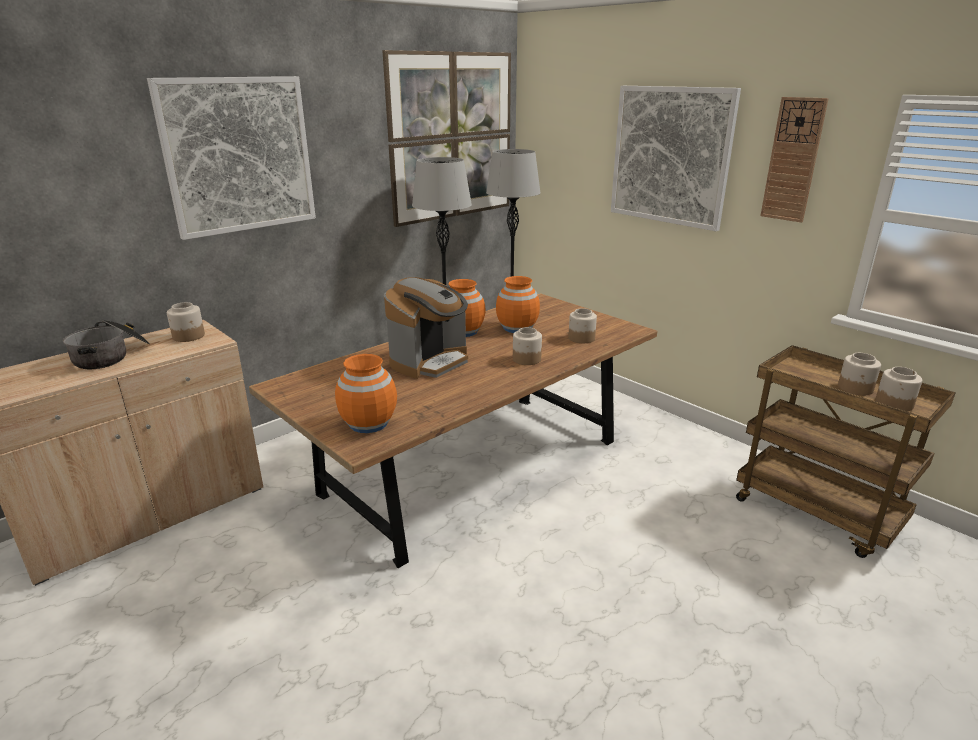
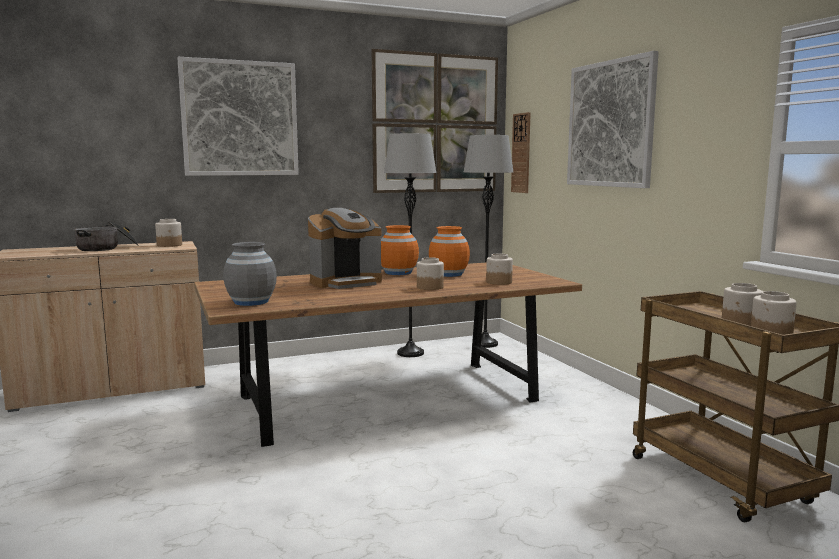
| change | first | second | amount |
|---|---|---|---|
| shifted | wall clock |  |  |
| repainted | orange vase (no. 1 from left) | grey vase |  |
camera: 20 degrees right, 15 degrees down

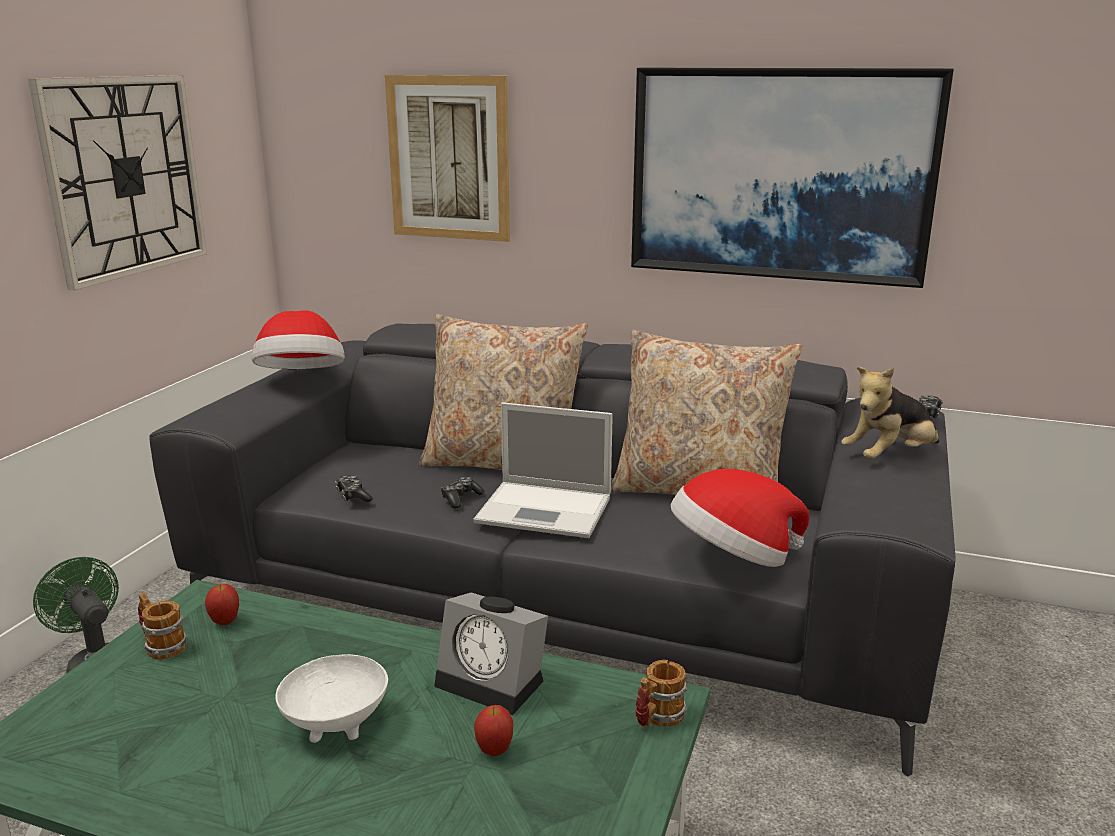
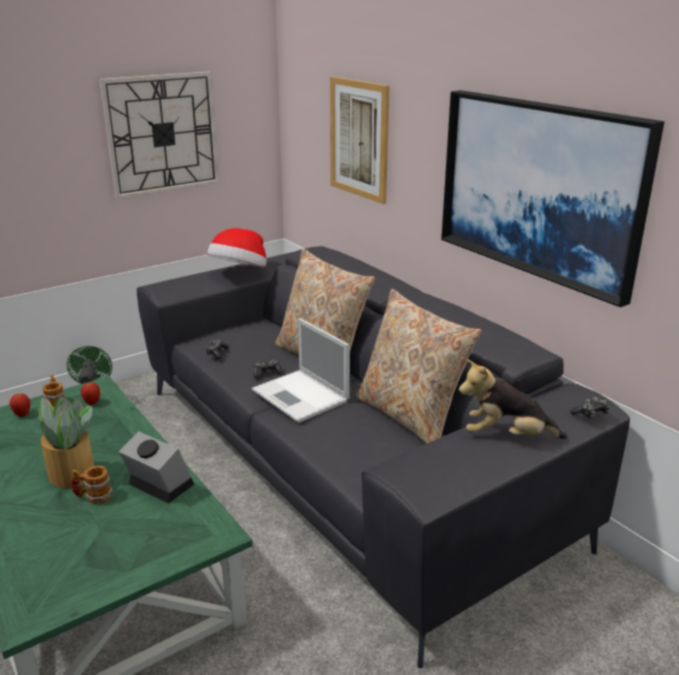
| change | first | second | amount |
|---|---|---|---|
| gone | hat (no. 2 from left) |  |  |
| rotated | alarm clock |  | 150 degrees clockwise |
| swapped | white bowl | potted plant |  |
| shifted | mug (no. 2 from left) |  |  |
| shifted | apple (no. 2 from left in the first image) | apple (no. 1 from left) |  |
camera: 35 degrees right, 5 degrees up

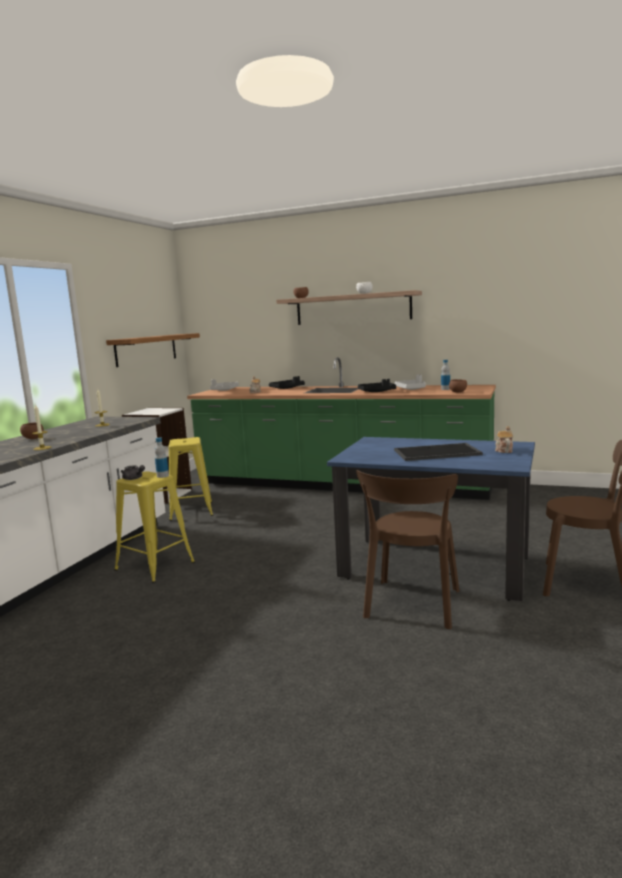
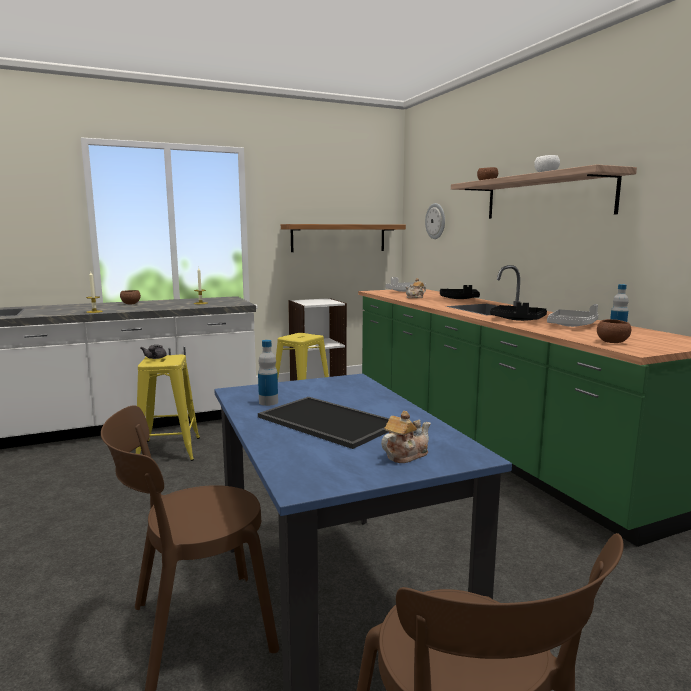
| change | first | second | amount |
|---|---|---|---|
| shifted | bottle (no. 1 from left) |  |  |
| new |  | wall clock |  |
camera: 45 degrees right, 0 degrees up

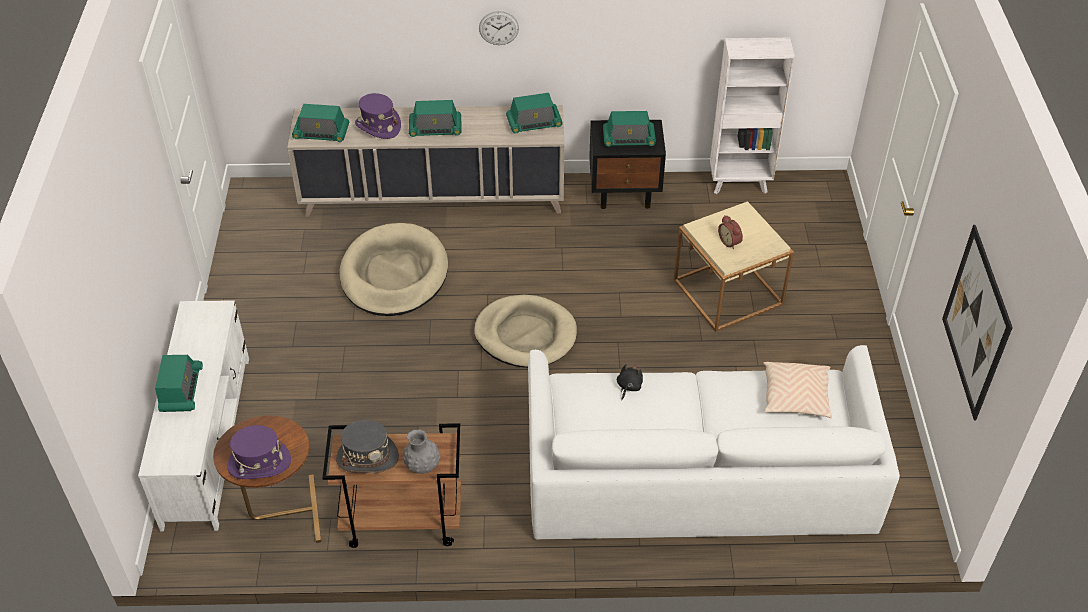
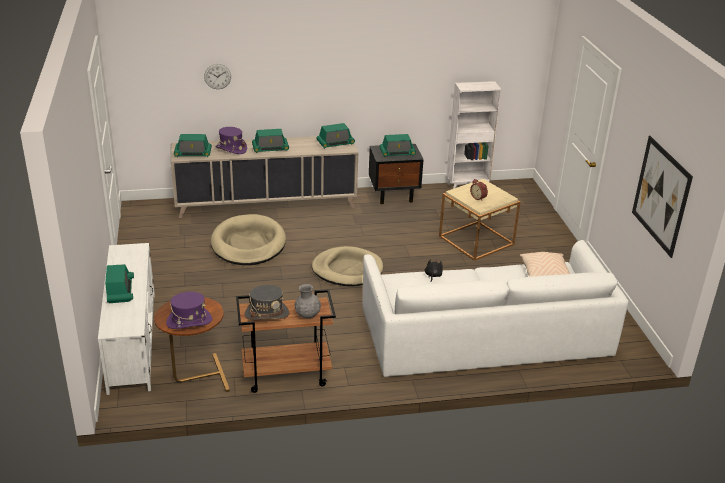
| change | first | second | amount |
|---|---|---|---|
| shifted | wall clock |  |  |
camera: 10 degrees left, 15 degrees down

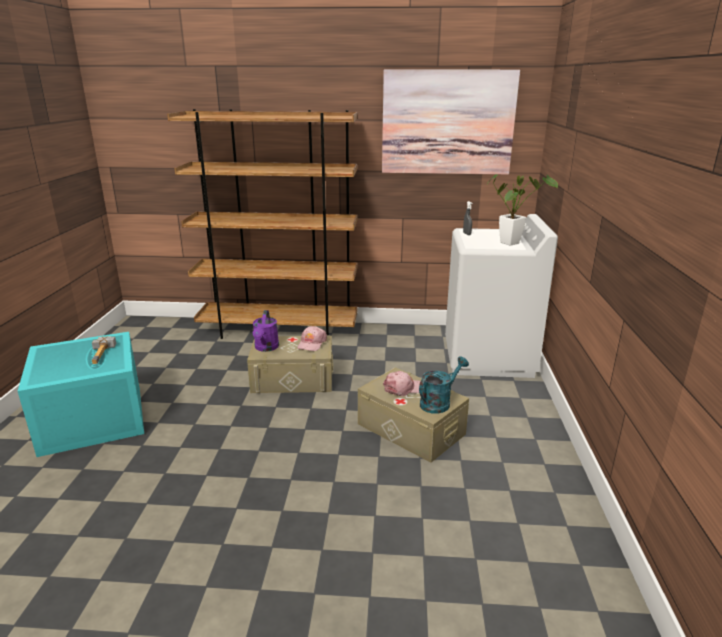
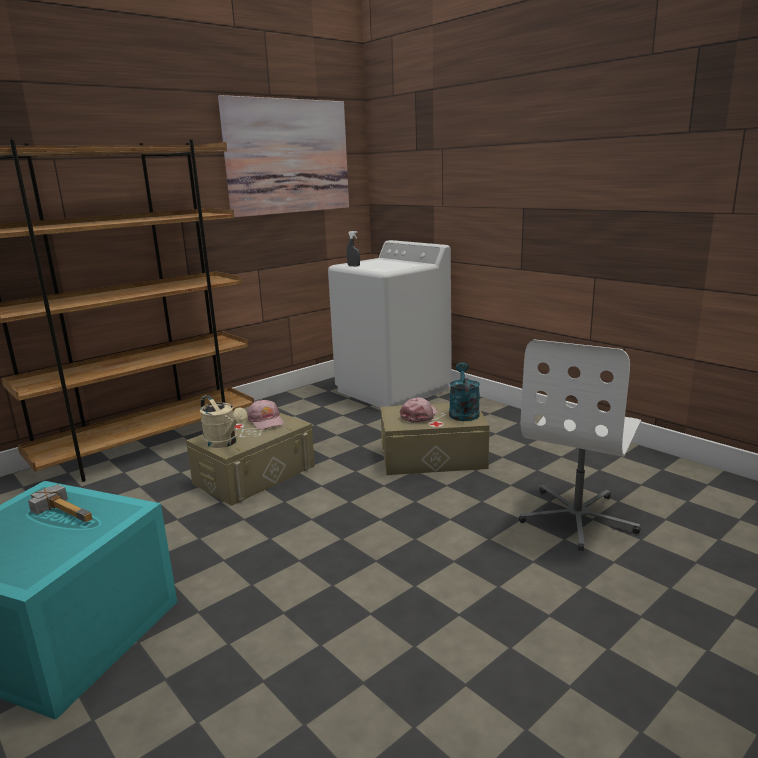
| change | first | second | amount |
|---|---|---|---|
| gone | potted plant |  |  |
| repainted | purple watering can | beige watering can |  |
| new |  | white office chair |  |
camera: 45 degrees left, 5 degrees down

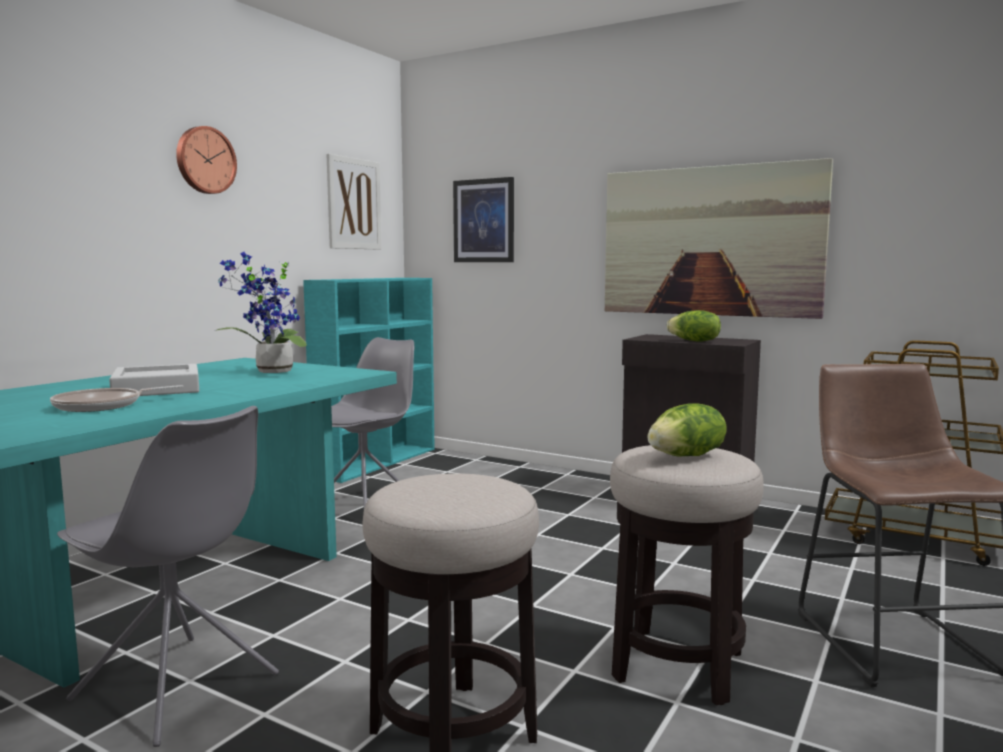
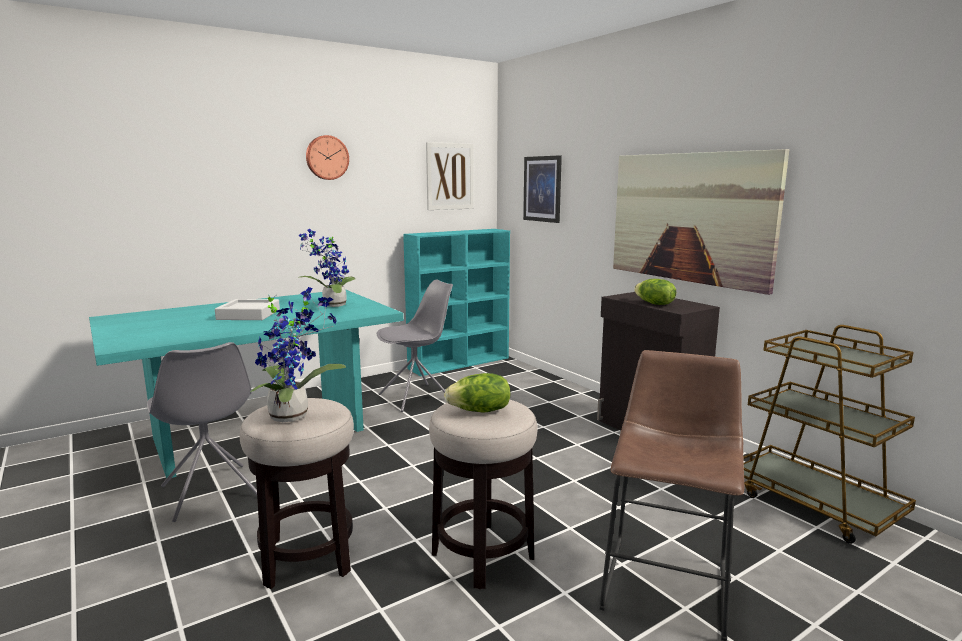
| change | first | second | amount |
|---|---|---|---|
| gone | frying pan |  |  |
| new |  | potted plant (no. 1 from left) |  |
camera: 25 degrees right, 5 degrees up

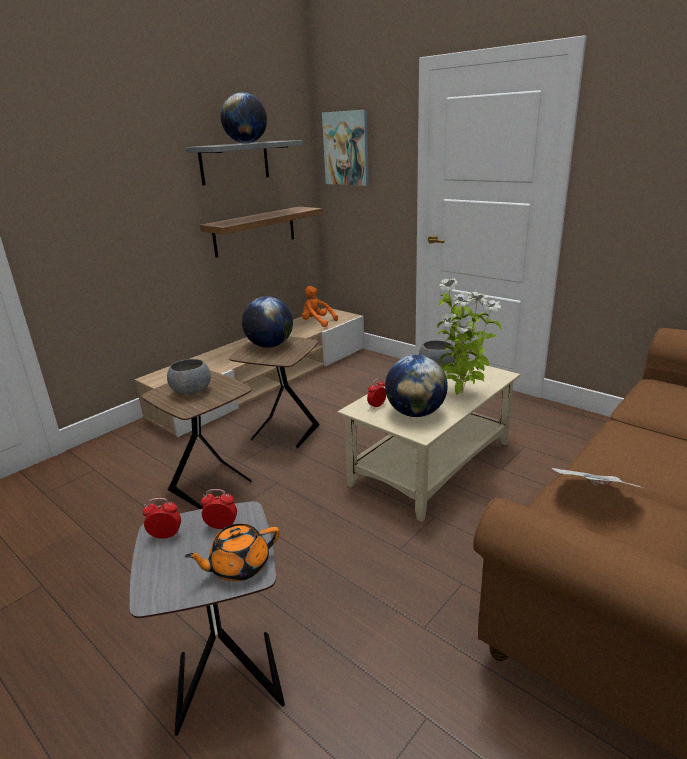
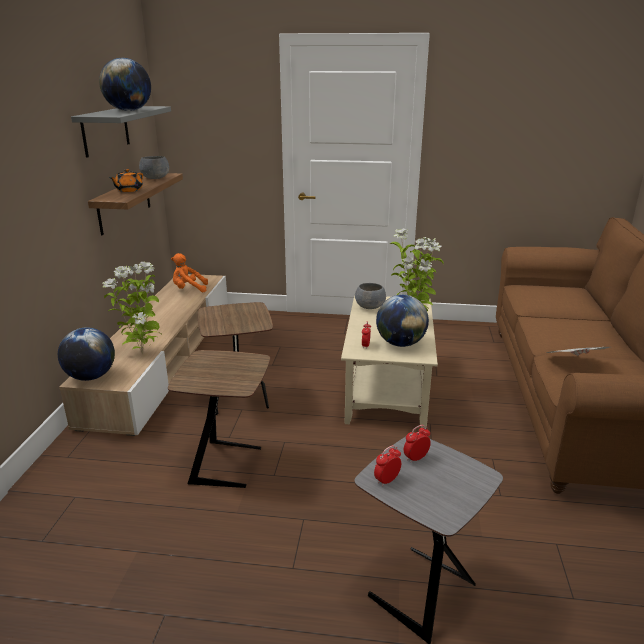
| change | first | second | amount |
|---|---|---|---|
| gone | picture |  |  |
| shifted | globe (no. 2 from left in the first image) | globe (no. 1 from left) |  |
| shifted | grey bowl (no. 1 from left) |  |  |
| shifted | orange teapot |  |  |
| new |  | potted plant (no. 1 from left) |  |
camera: 35 degrees left, 0 degrees up

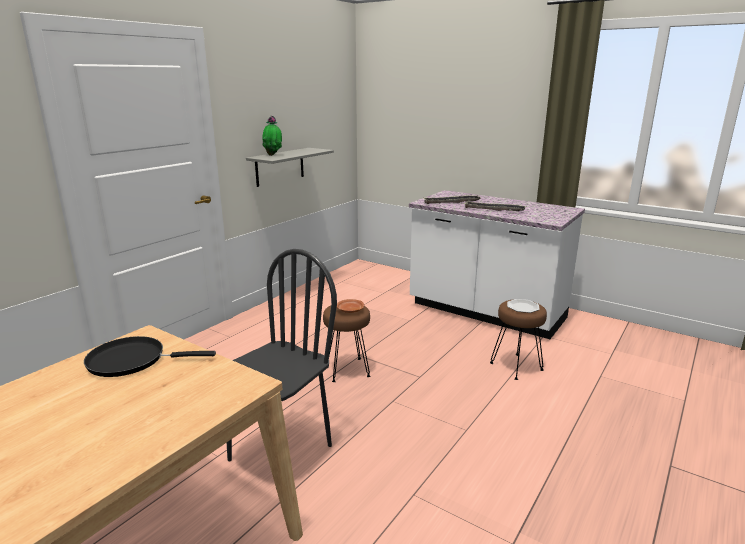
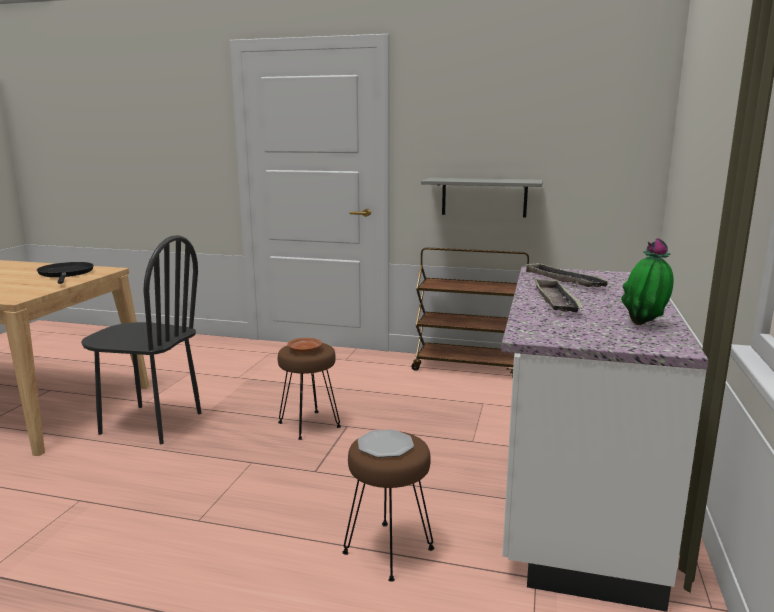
| change | first | second | amount |
|---|---|---|---|
| shifted | potted plant |  |  |
| new |  | brown cart |  |
camera: 70 degrees right, 5 degrees down

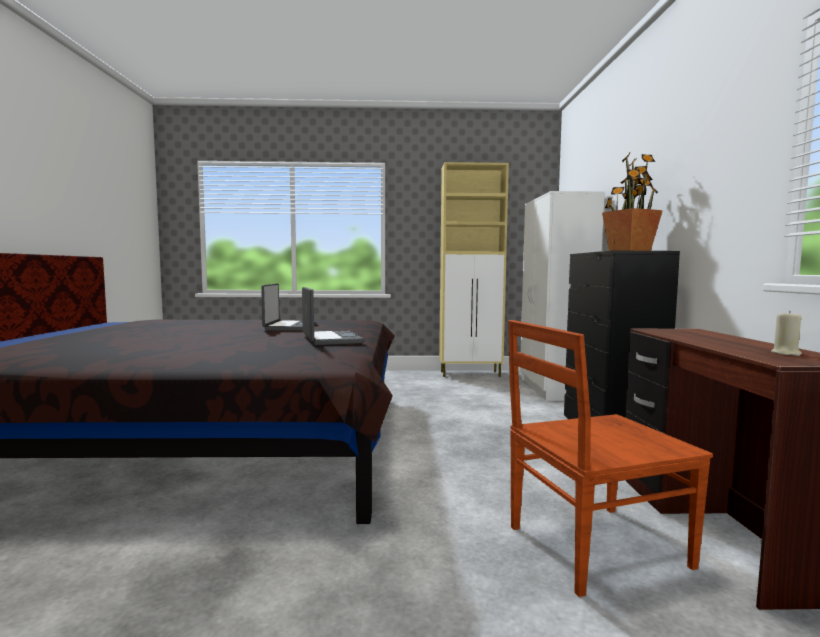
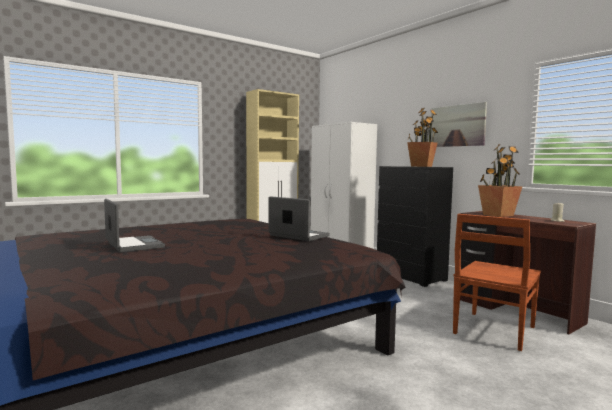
| change | first | second | amount |
|---|---|---|---|
| shifted | laptop (no. 1 from left) |  |  |
| new |  | picture |  |
| new |  | potted plant (no. 2 from left) |  |
camera: 35 degrees left, 0 degrees up

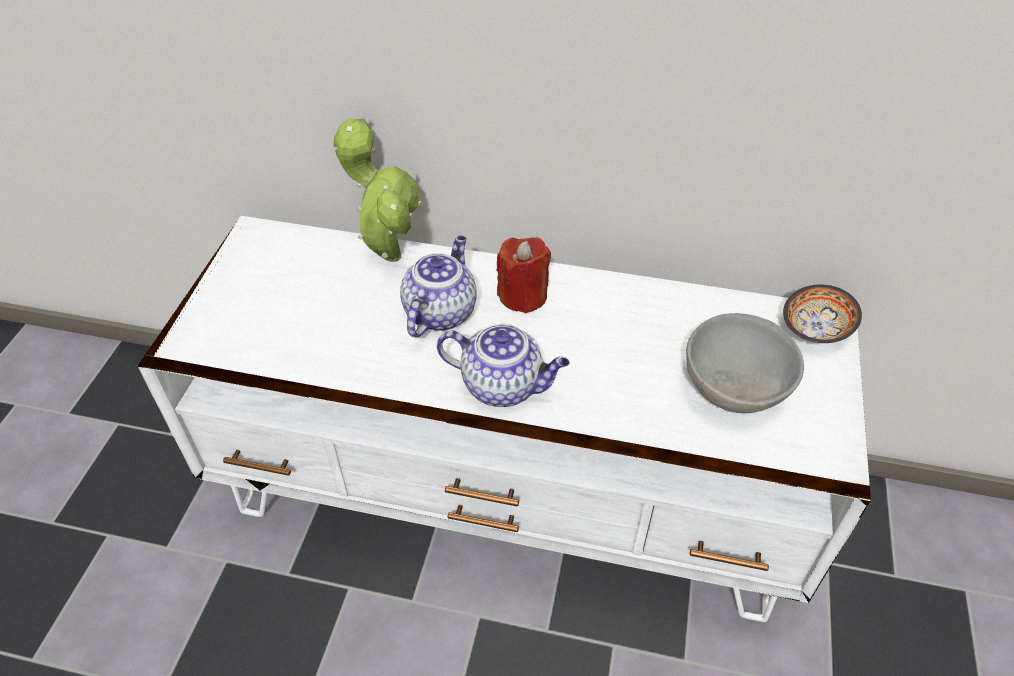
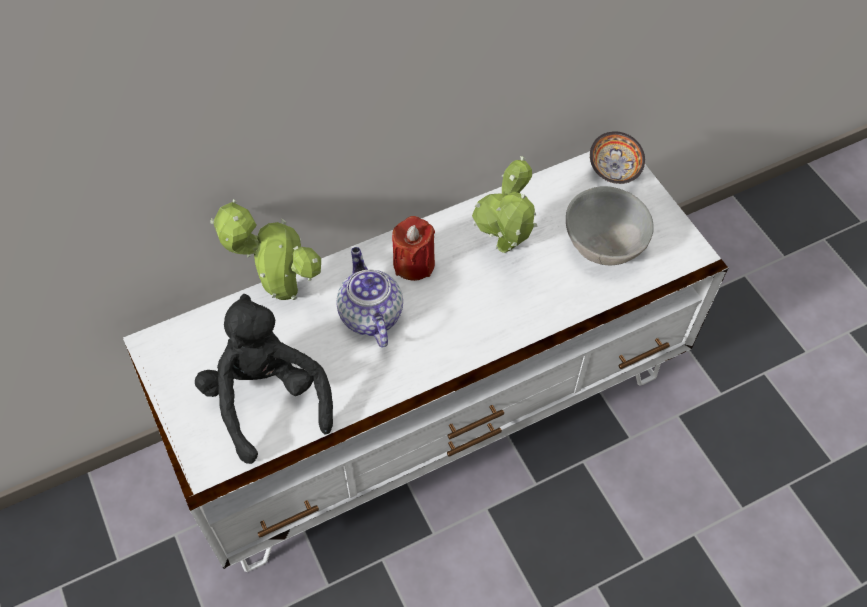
| change | first | second | amount |
|---|---|---|---|
| gone | teapot (no. 2 from left) |  |  |
| new |  | potted plant (no. 2 from left) |  |
| new |  | black plush toy |  |
camera: 40 degrees left, 10 degrees up

